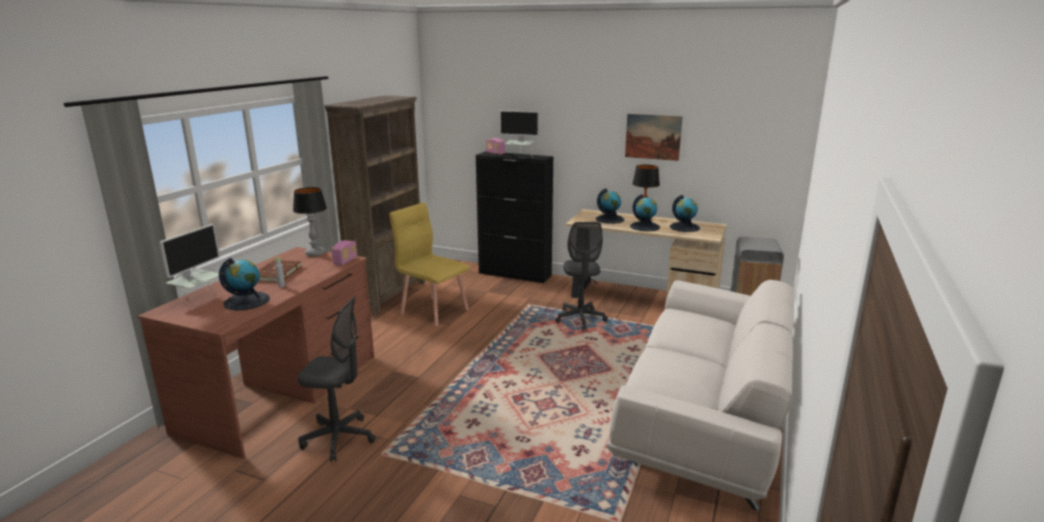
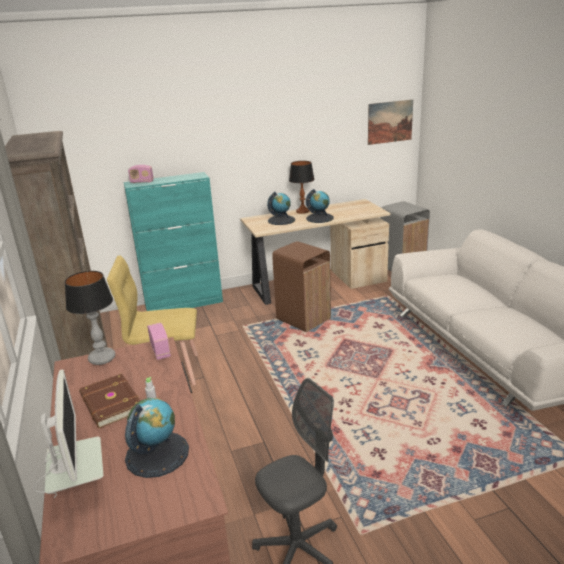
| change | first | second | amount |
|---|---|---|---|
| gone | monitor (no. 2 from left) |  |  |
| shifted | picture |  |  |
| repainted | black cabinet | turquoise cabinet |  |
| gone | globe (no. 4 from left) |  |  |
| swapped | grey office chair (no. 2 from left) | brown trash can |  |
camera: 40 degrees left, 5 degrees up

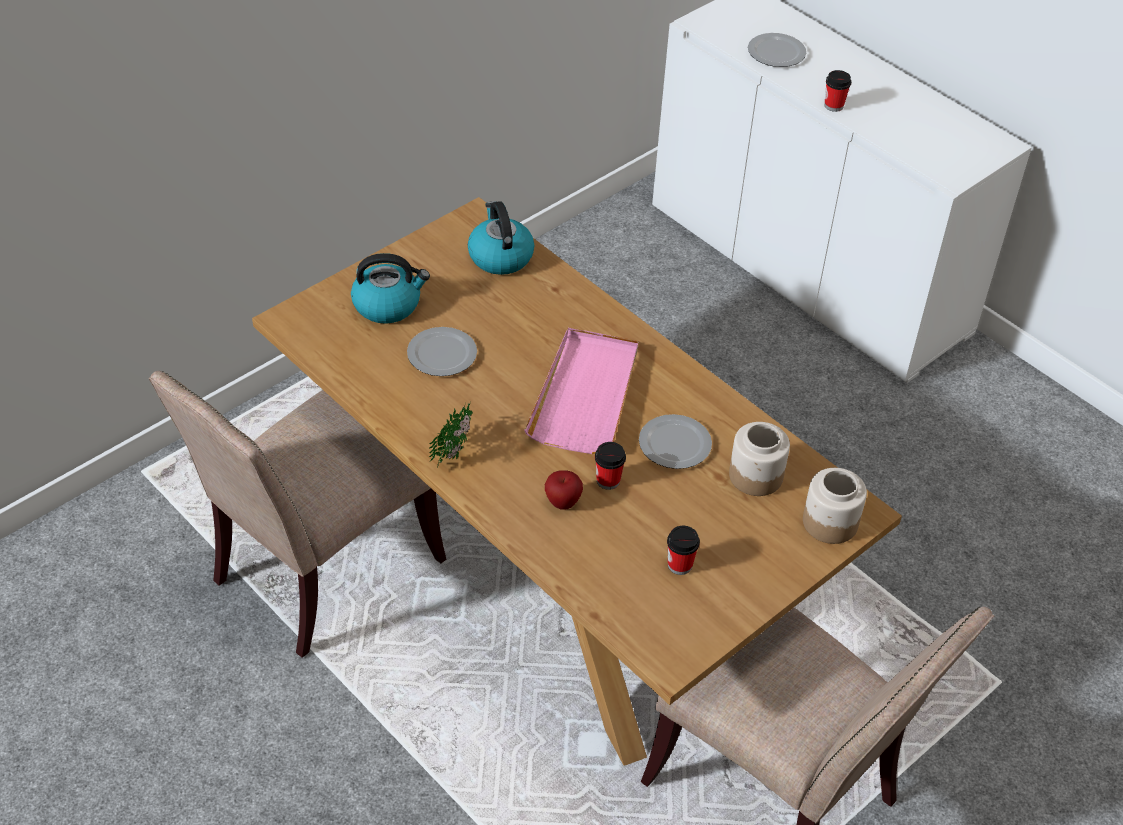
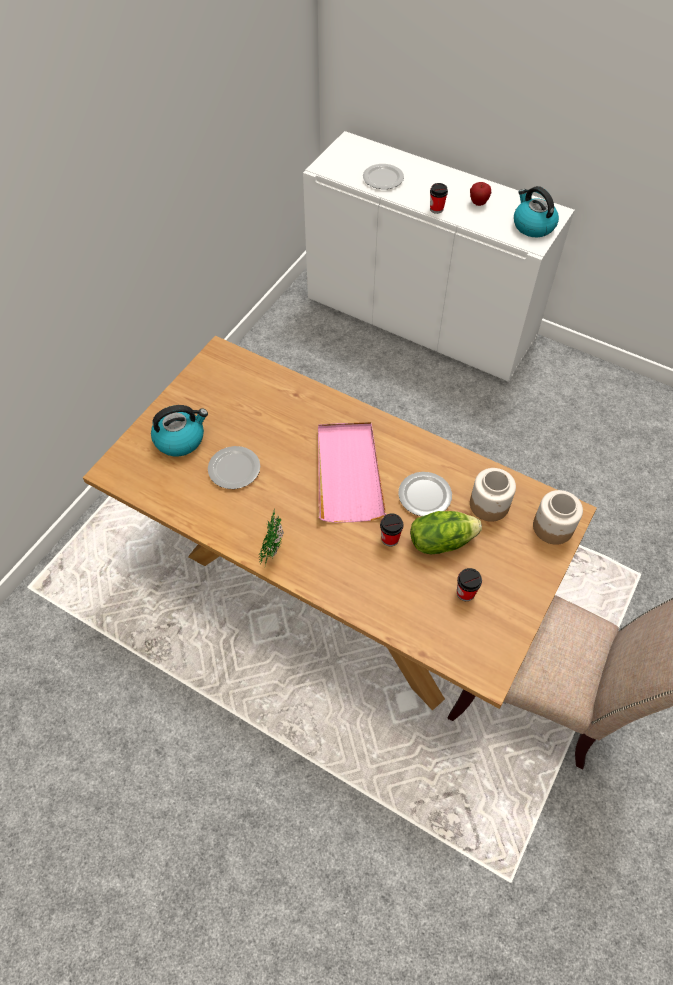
| change | first | second | amount |
|---|---|---|---|
| shifted | kettle (no. 2 from left) |  |  |
| gone | beige chair (no. 1 from left) |  |  |
| shifted | apple |  |  |
| new |  | lettuce |  |
camera: 15 degrees left, 10 degrees up

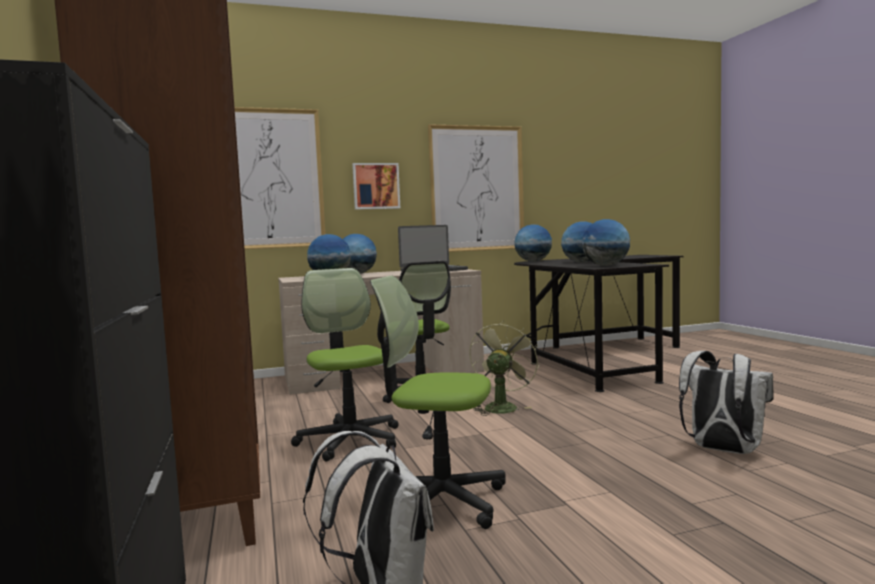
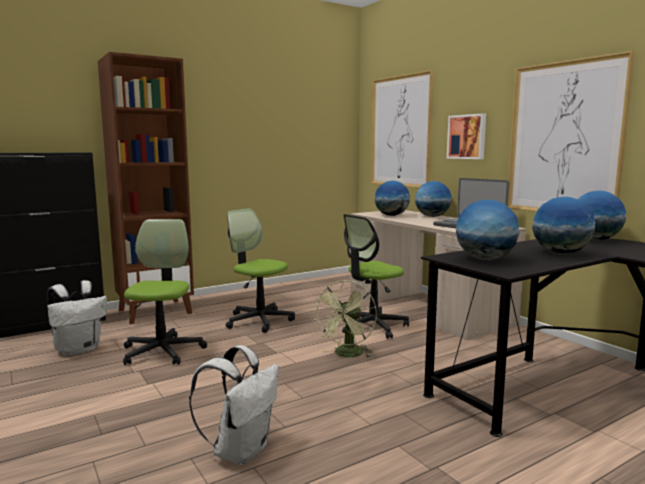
| change | first | second | amount |
|---|---|---|---|
| rotated | office chair (no. 1 from left in the first image) | office chair (no. 2 from left) | 105 degrees counterclockwise |
| rotated | green fan |  | 105 degrees clockwise |
camera: 75 degrees right, 5 degrees up

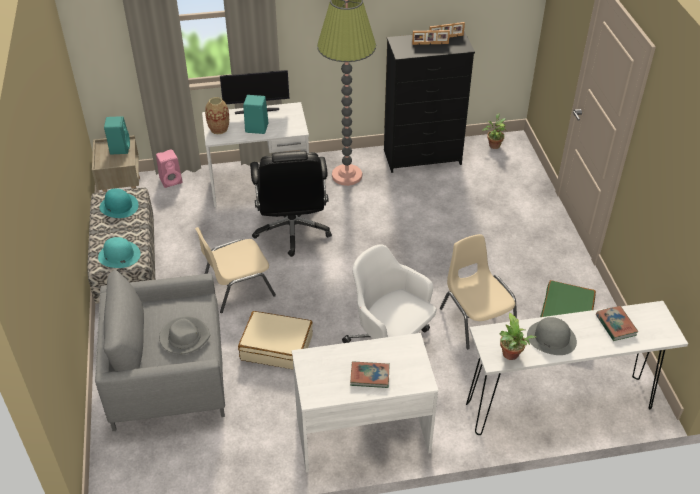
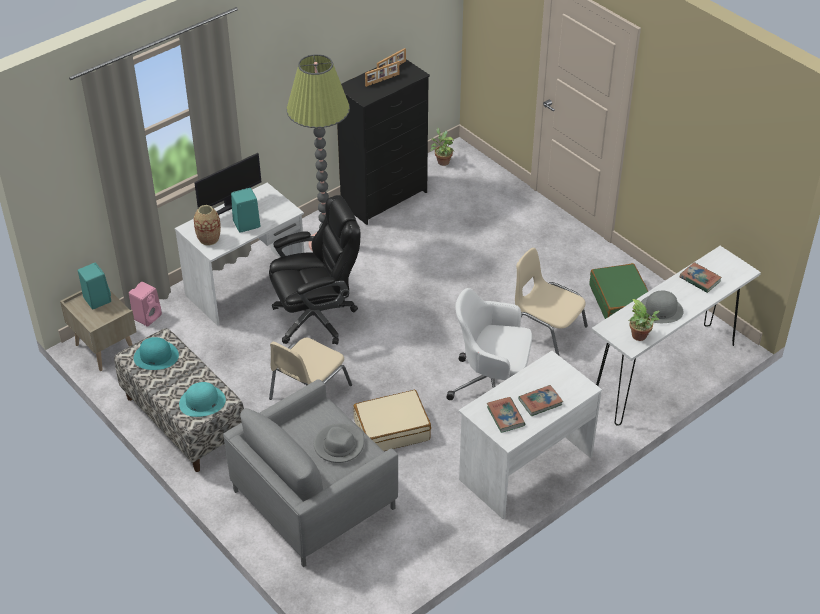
| change | first | second | amount |
|---|---|---|---|
| rotated | black office chair |  | 75 degrees counterclockwise |
| new |  | book (no. 1 from left) |  |
camera: 30 degrees left, 0 degrees up

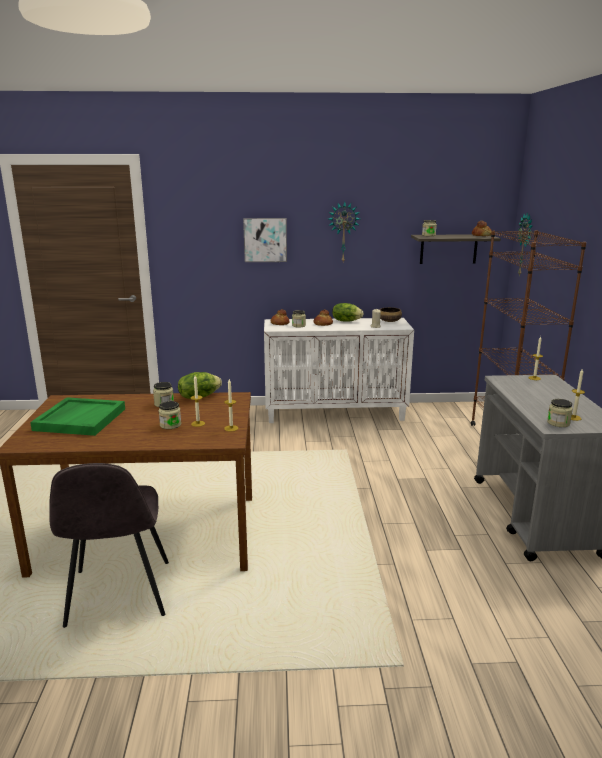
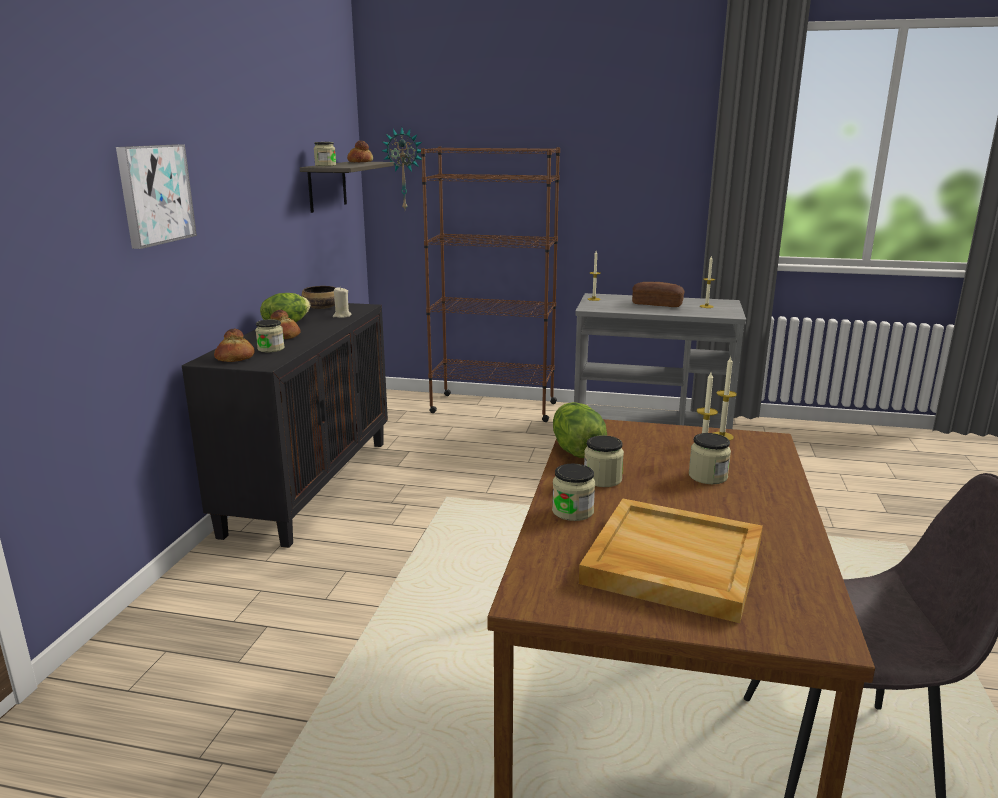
| change | first | second | amount |
|---|---|---|---|
| gone | wall clock (no. 1 from left) |  |  |
| repainted | white cabinet | black cabinet |  |
| repainted | green tray | beige tray |  |
| shifted | jar (no. 5 from left in the first image) | jar (no. 3 from left) |  |
| new |  | bread (no. 4 from left) |  |
camera: 75 degrees left, 0 degrees up

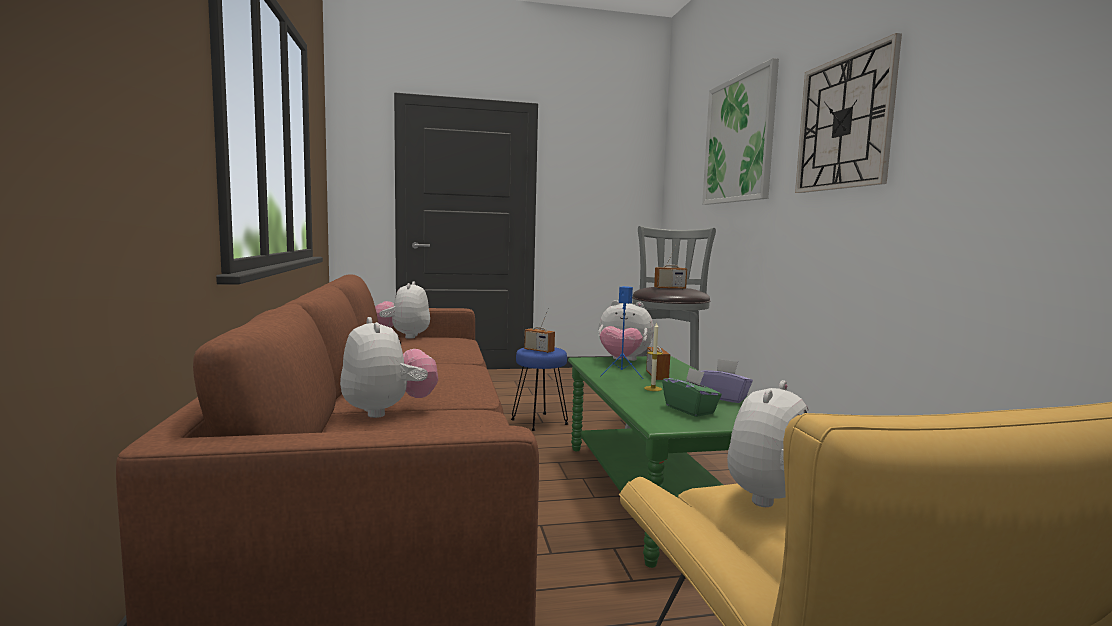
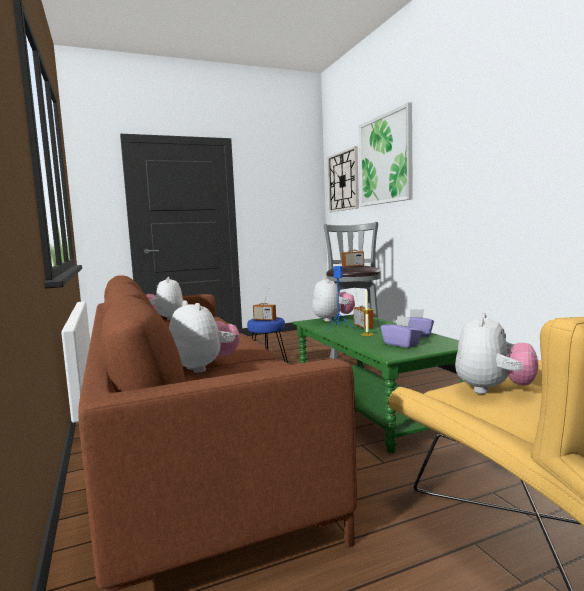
| change | first | second | amount |
|---|---|---|---|
| shifted | wall clock |  |  |
| rotated | plush toy (no. 3 from left) |  | 105 degrees counterclockwise |
| repainted | green tissue box | purple tissue box (no. 1 from left) |  |
camera: 10 degrees left, 0 degrees up

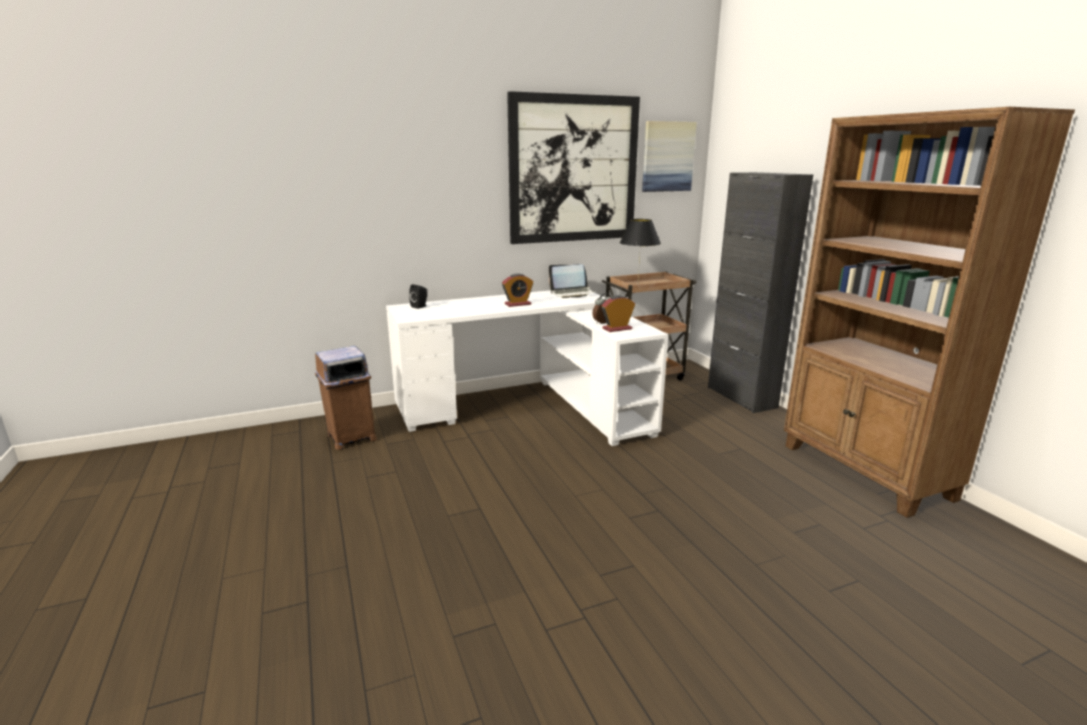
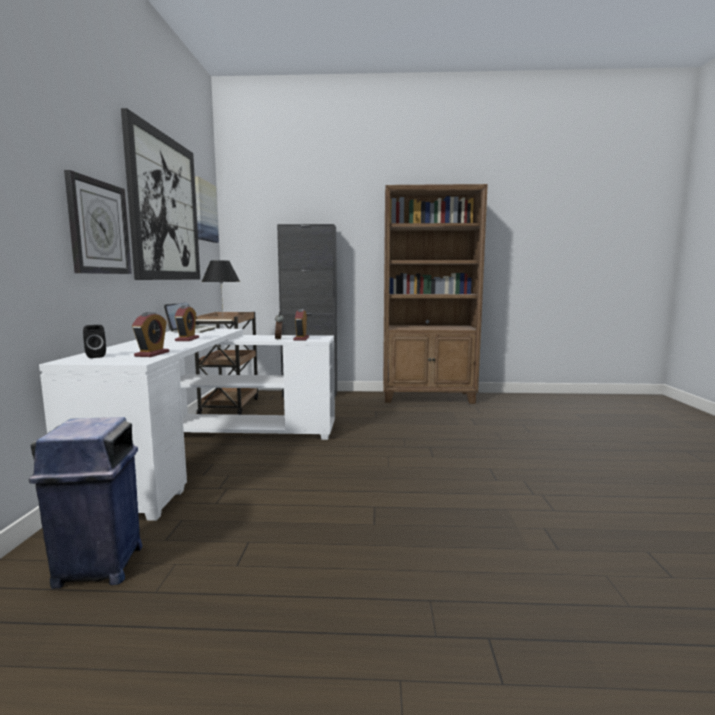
| change | first | second | amount |
|---|---|---|---|
| repainted | brown trash can | blue trash can |  |
| new |  | wall clock |  |
| new |  | alarm clock (no. 1 from left) |  |
camera: 65 degrees left, 10 degrees down

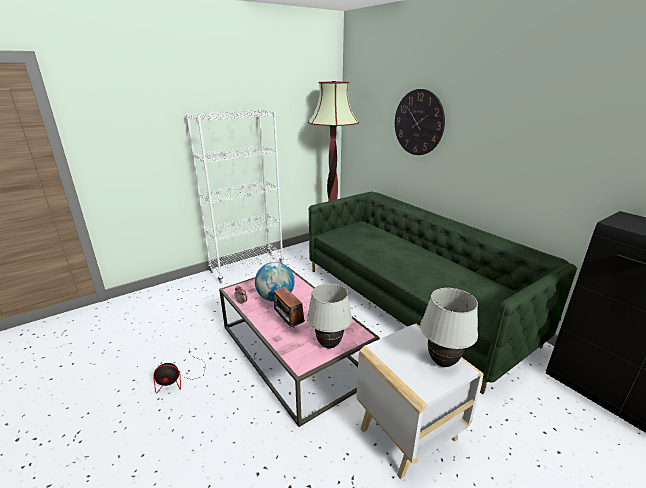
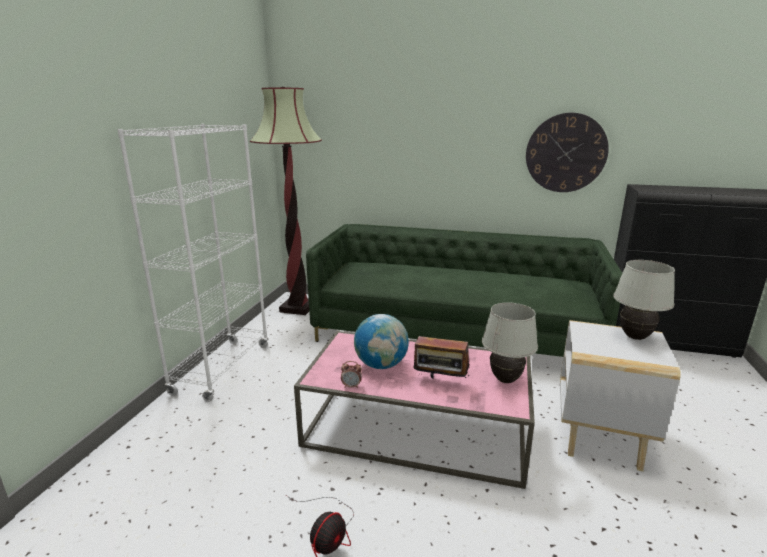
| change | first | second | amount |
|---|---|---|---|
| shifted | wall clock |  |  |
camera: 40 degrees left, 5 degrees down

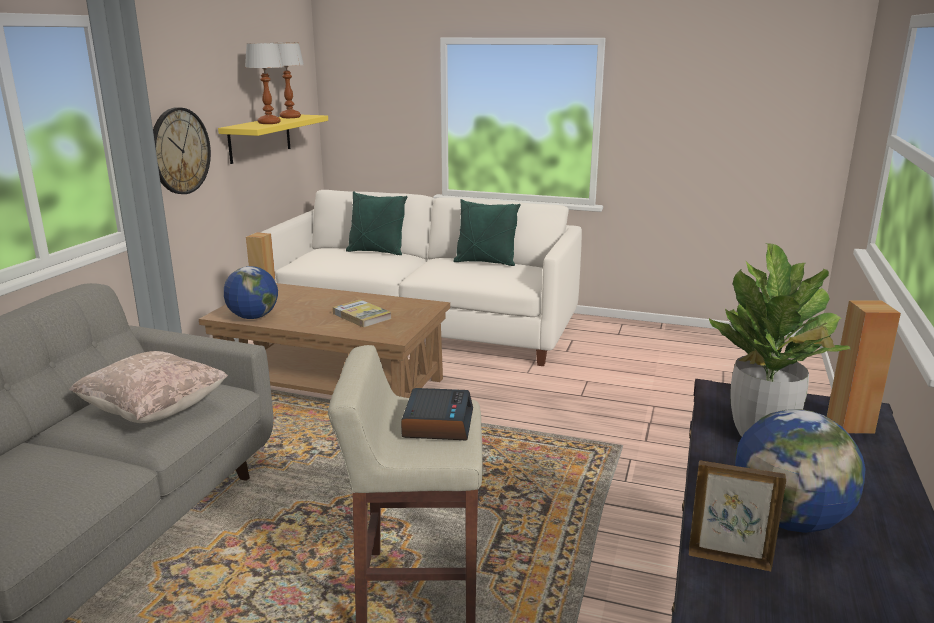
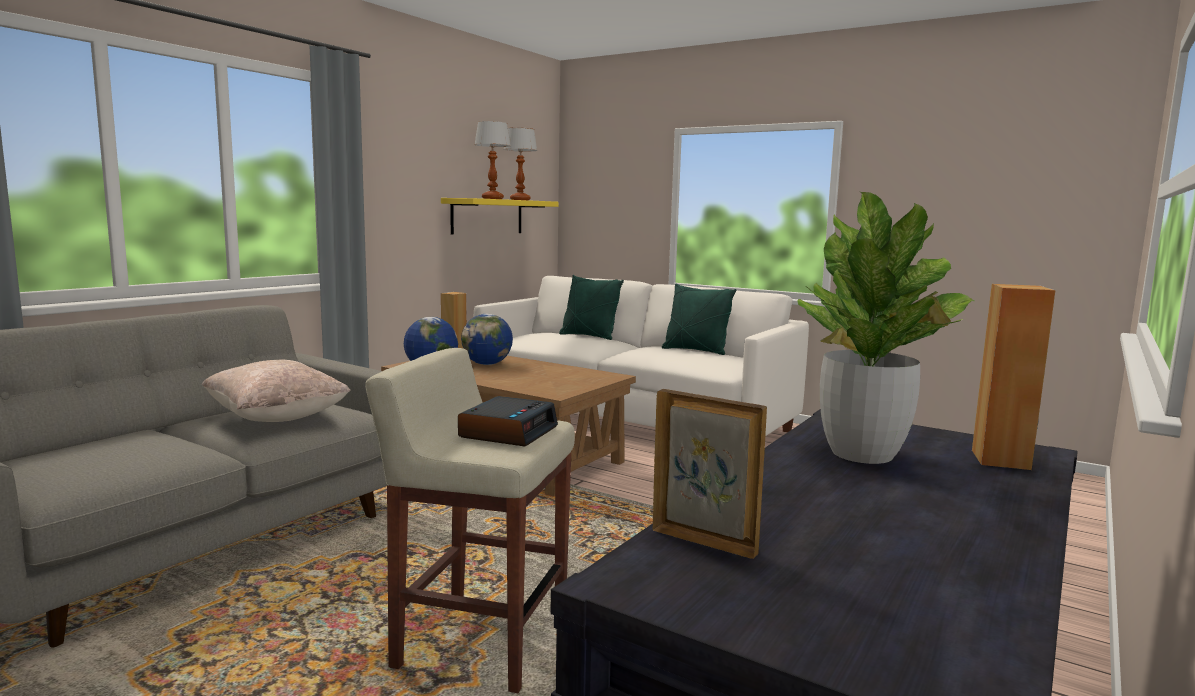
| change | first | second | amount |
|---|---|---|---|
| gone | wall clock |  |  |
| gone | book |  |  |
| shifted | globe (no. 2 from left) |  |  |
camera: 15 degrees right, 10 degrees down

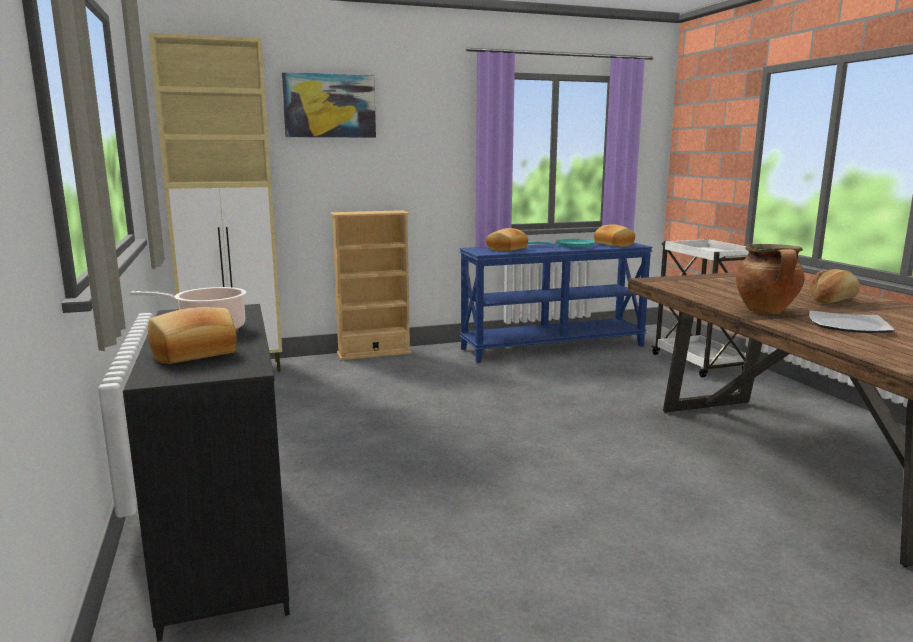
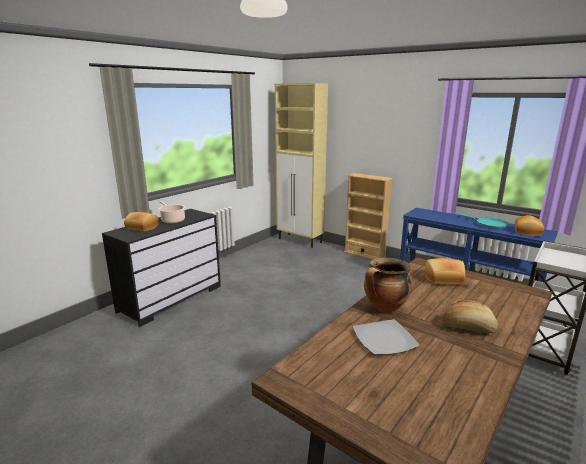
| change | first | second | amount |
|---|---|---|---|
| gone | picture |  |  |
| shifted | bread (no. 2 from left) |  |  |
camera: 55 degrees right, 5 degrees up

